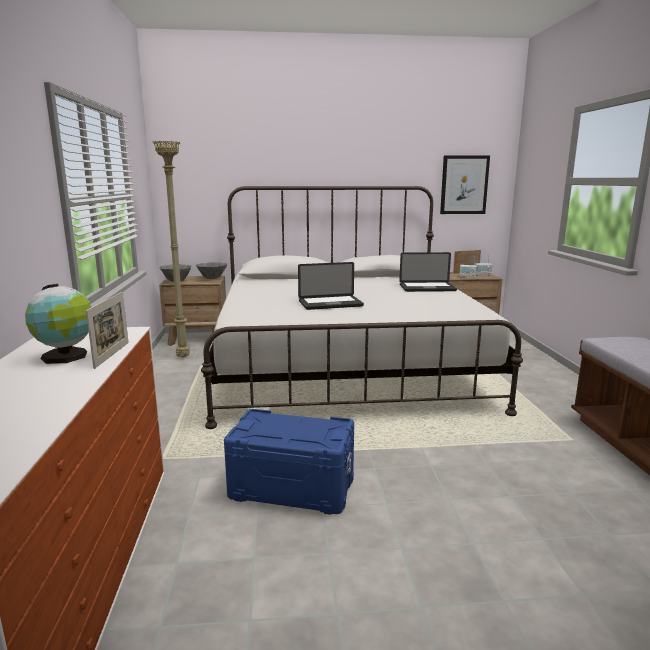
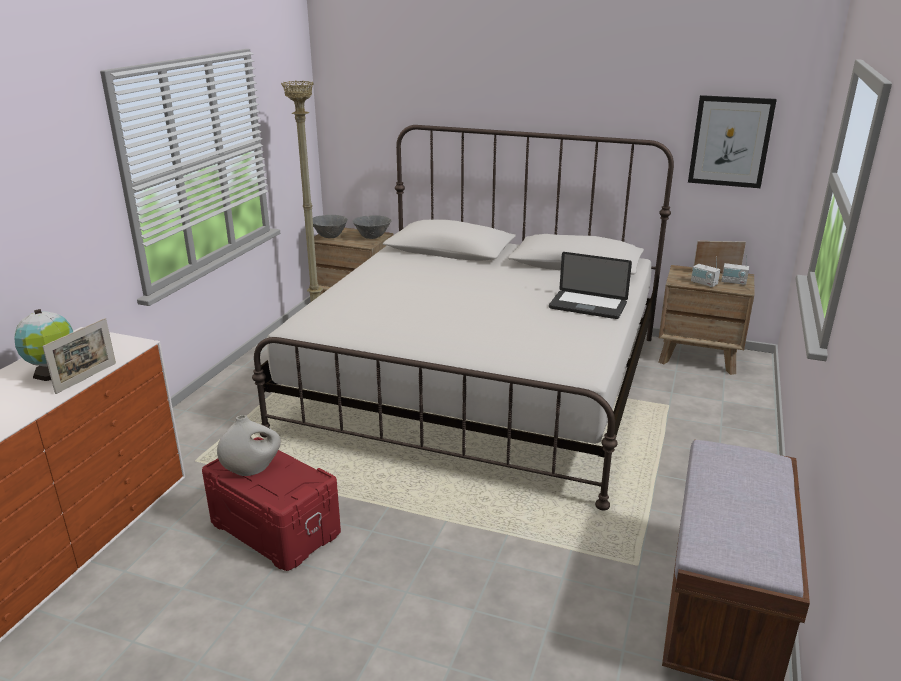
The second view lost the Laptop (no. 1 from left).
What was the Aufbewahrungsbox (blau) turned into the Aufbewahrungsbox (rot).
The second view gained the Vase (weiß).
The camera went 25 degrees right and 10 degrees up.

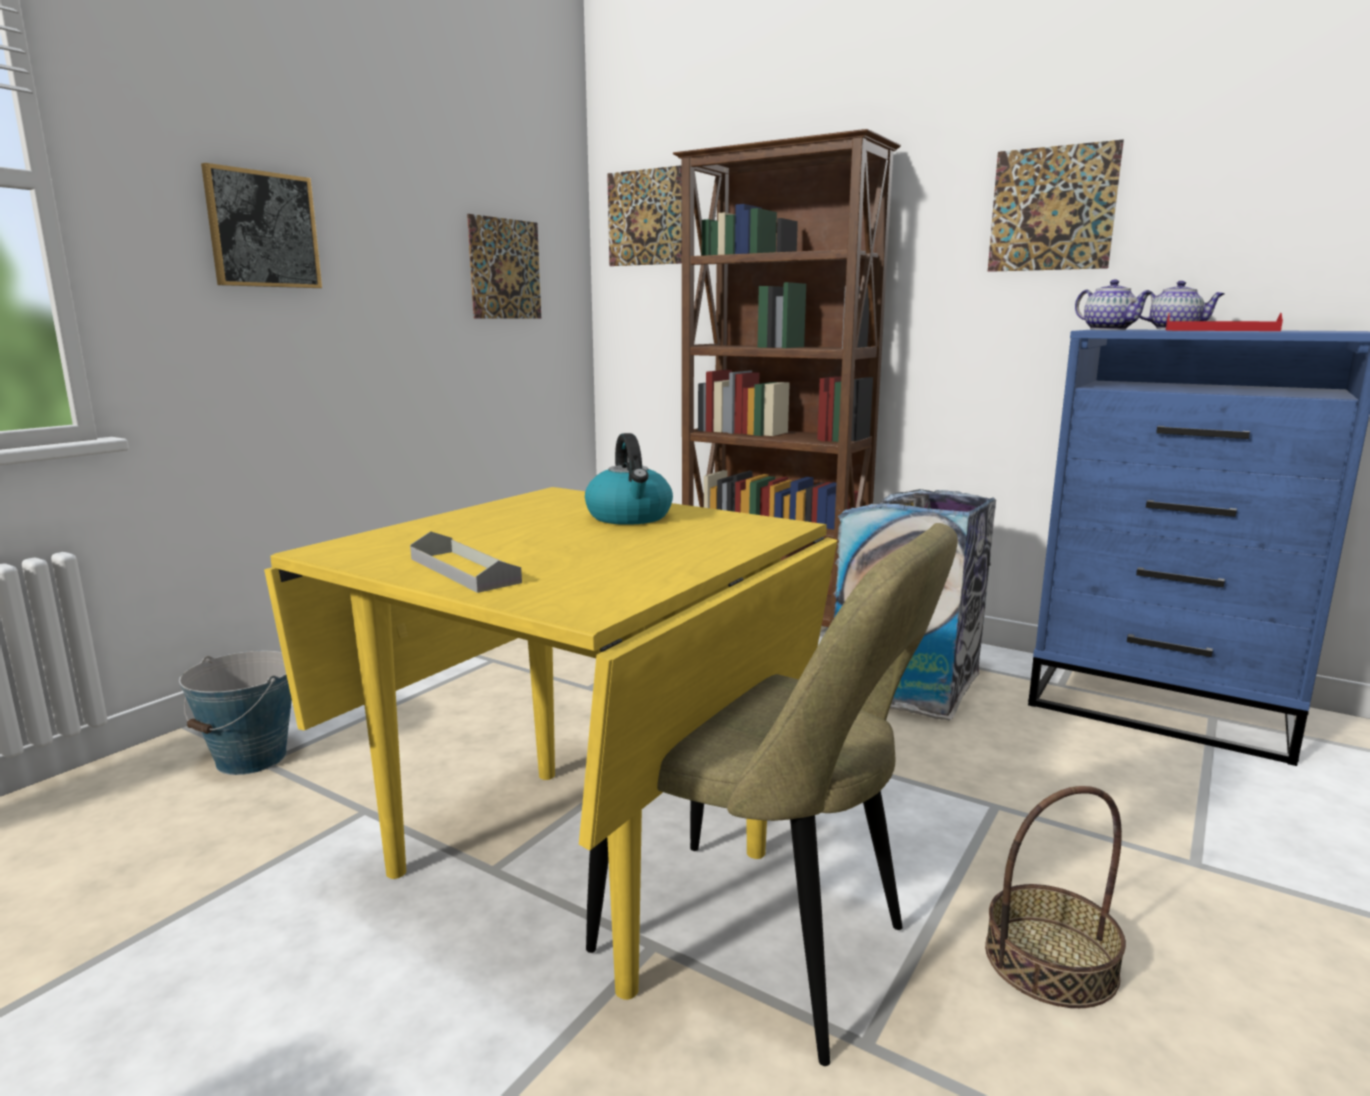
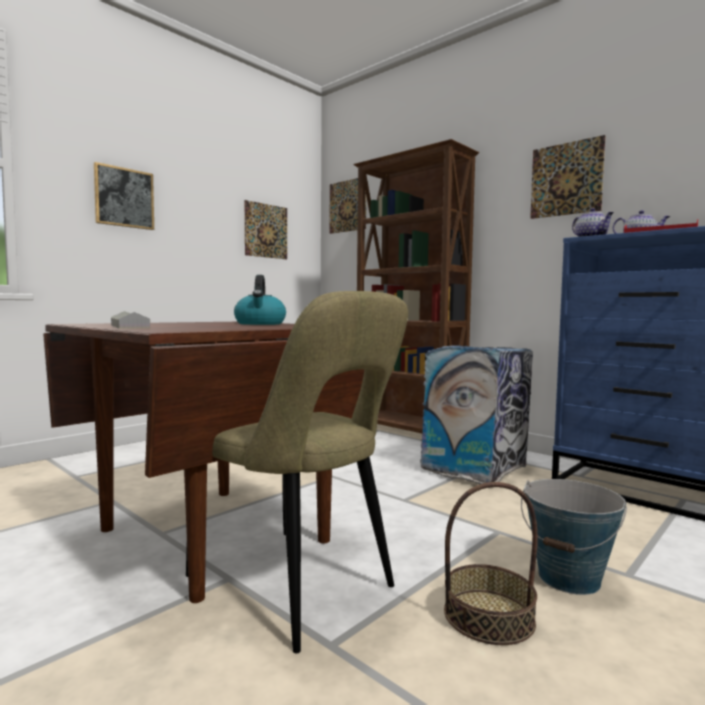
What was the Esstisch (gelb) turned into the Esstisch (braun).
The Eimer ended up elsewhere.
The camera went 10 degrees right and 10 degrees down.

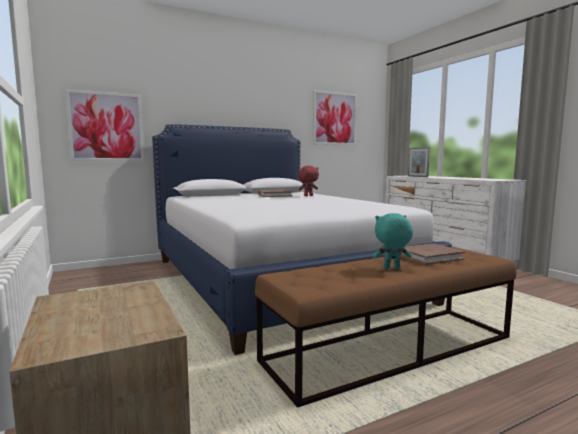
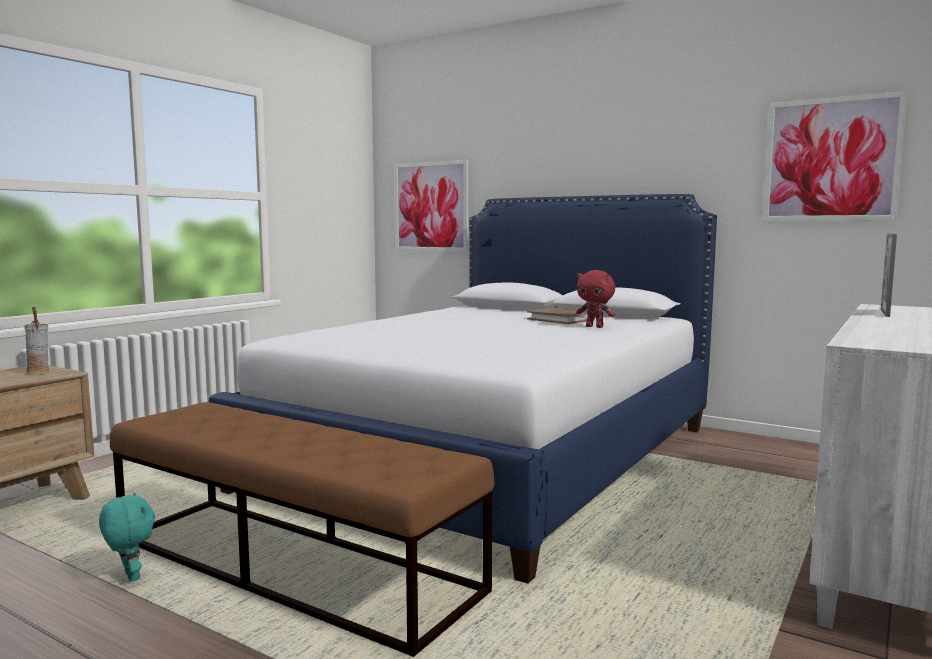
The Plüschtier (türkis) ended up elsewhere.
The second view lost the Buch (braun) (no. 2 from left).
The second view gained the Vase.
The camera went 60 degrees right and 0 degrees up.

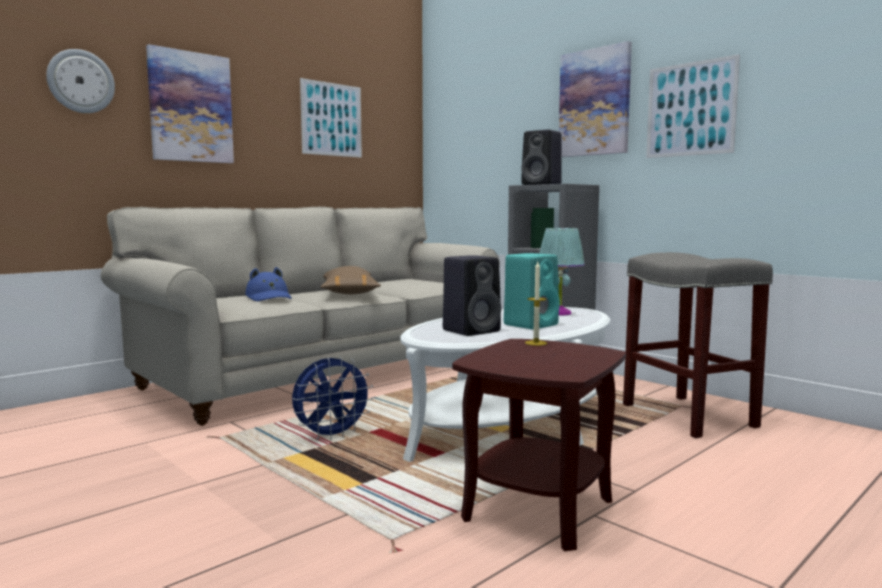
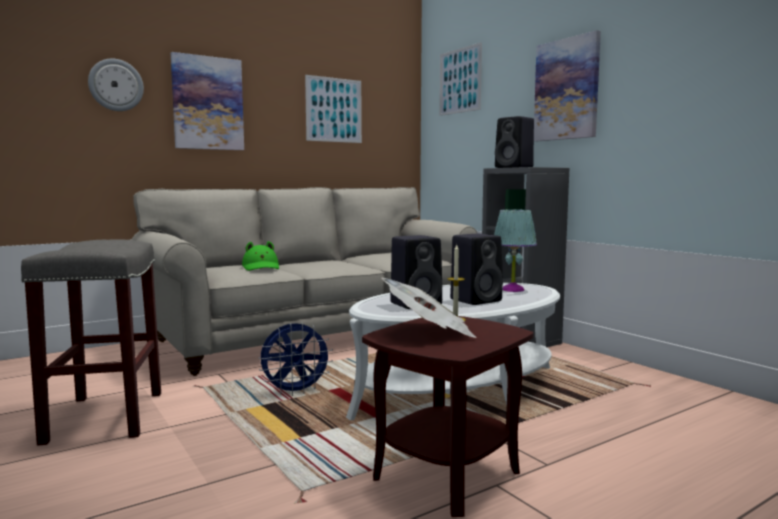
The Bild (no. 4 from left in the first image) ended up elsewhere.
The Hocker (grau) ended up elsewhere.
What was the Lautsprecher (türkis) turned into the Lautsprecher (schwarz) (no. 2 from left).
The second view lost the Kissen (braun).
What was the Hut (blau) turned into the Hut (grün).
The second view gained the Zeitung.
The camera went 10 degrees right and 0 degrees up.

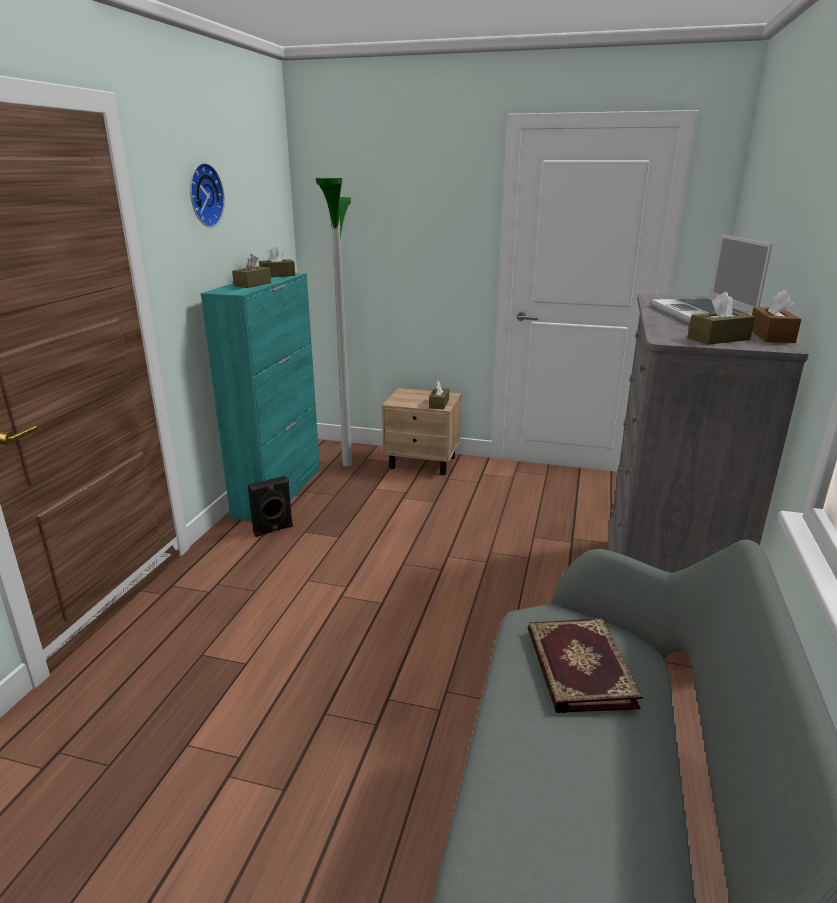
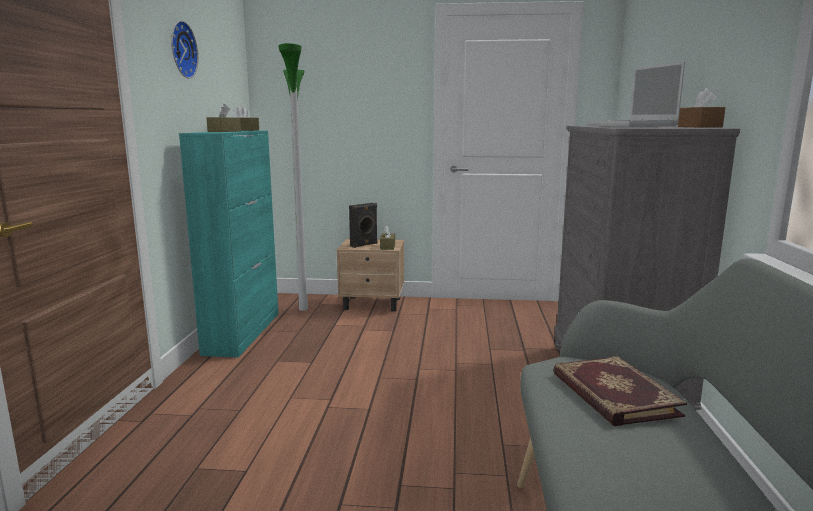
The second view lost the Taschentuchbox (braun) (no. 4 from left).
The Lautsprecher (schwarz) ended up elsewhere.
The camera went 10 degrees left and 10 degrees down.

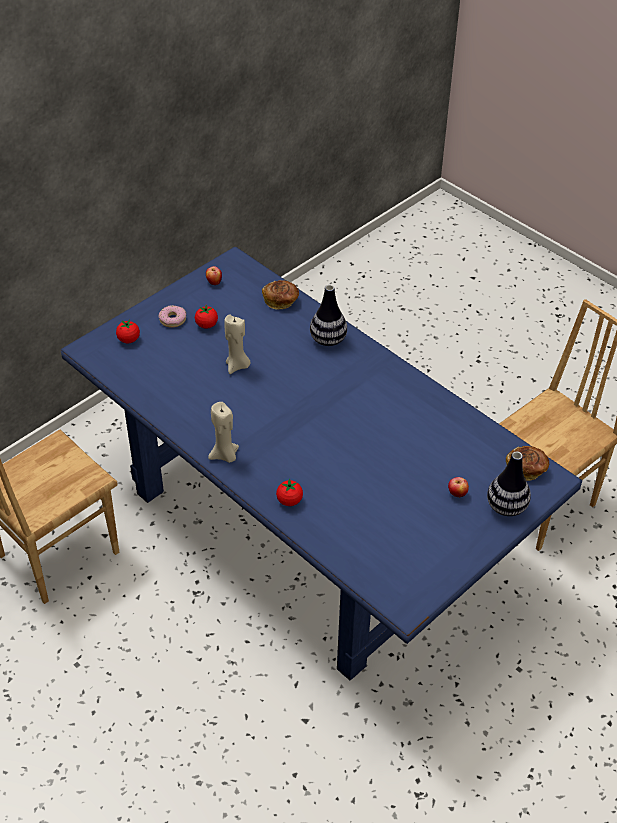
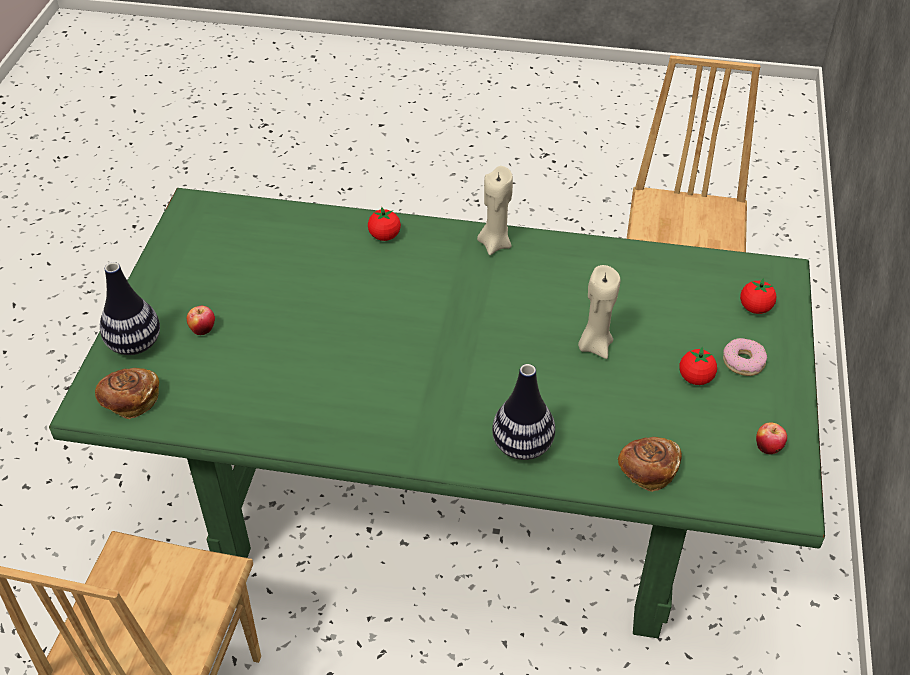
What was the Esstisch (blau) turned into the Esstisch (grün).
The camera went 145 degrees right and 0 degrees up.

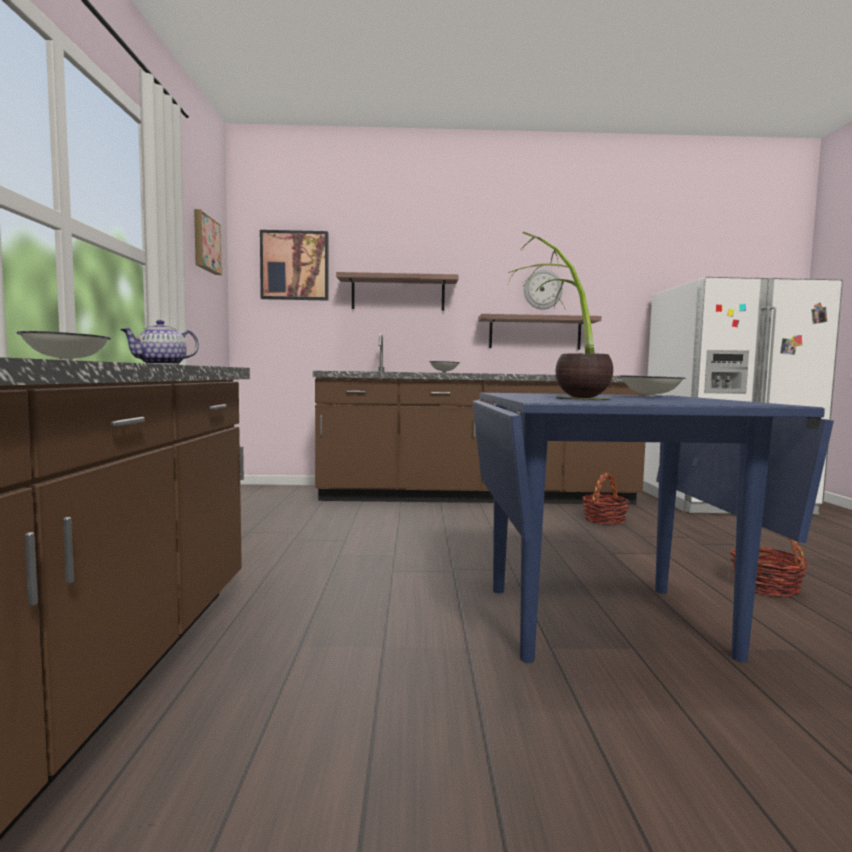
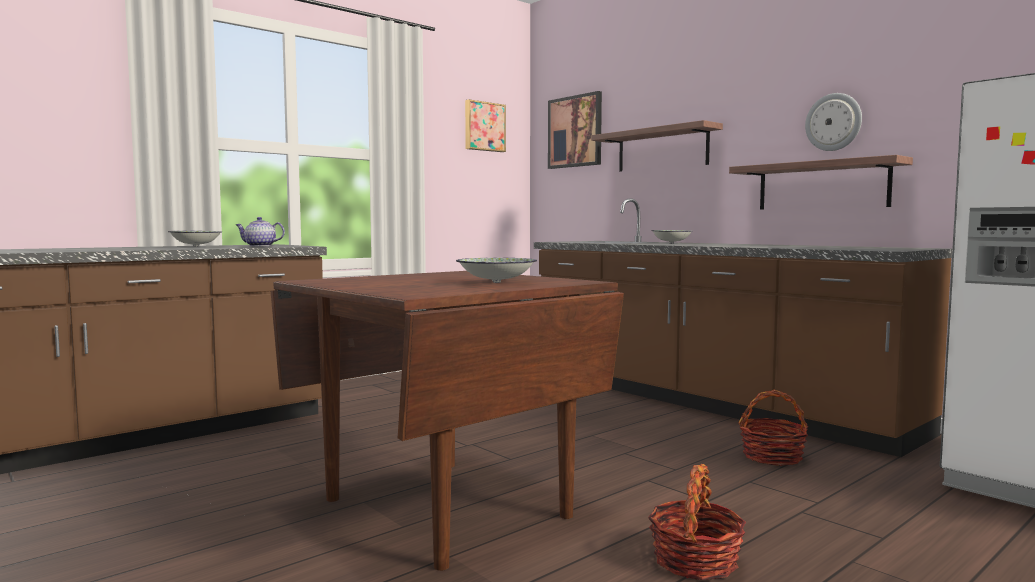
The second view lost the Topfpflanze.
What was the Esstisch (blau) turned into the Esstisch (braun).
The camera went 50 degrees right and 0 degrees up.

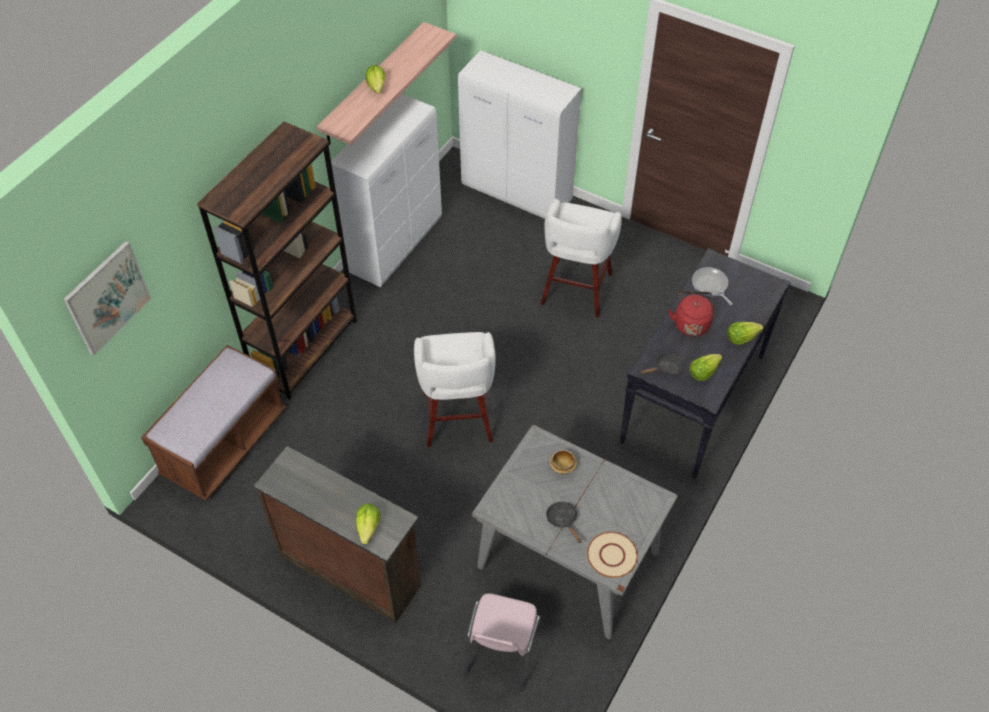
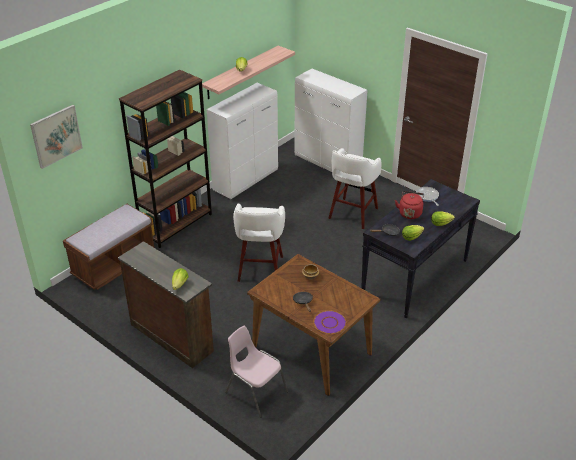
What was the Esstisch (grau) turned into the Esstisch (braun).
What was the Teller (beige) turned into the Teller (lila).
The Stuhl (rosa) ended up facing another way, 105 degrees clockwise from before.
The camera went 10 degrees right and 15 degrees down.

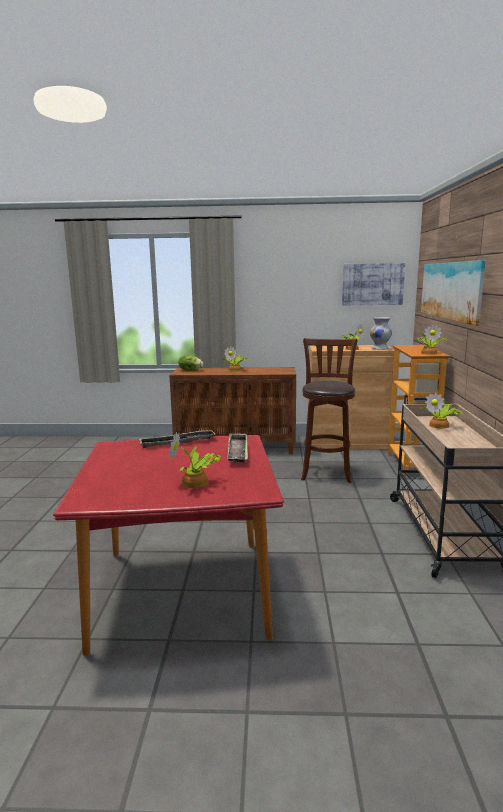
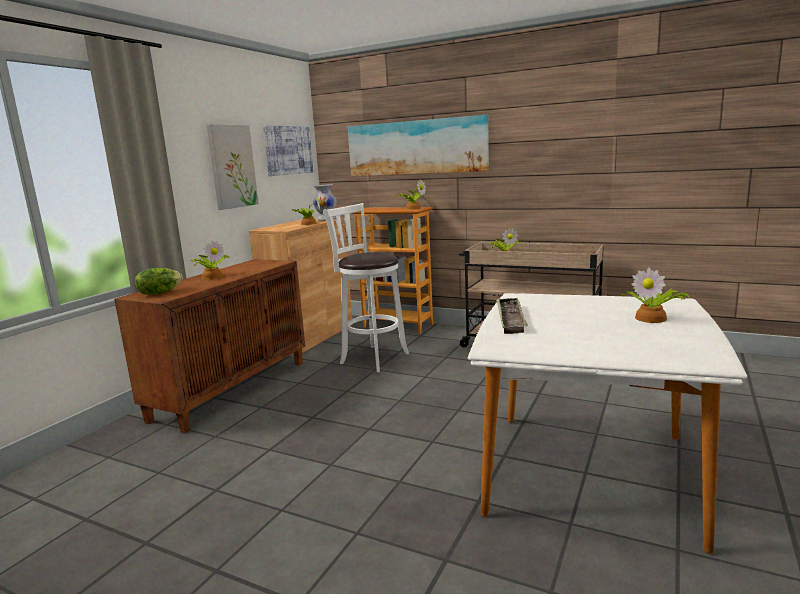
What was the Hocker (braun) turned into the Hocker (weiß).
The second view lost the Tablett (no. 2 from left).
What was the Esstisch (rot) turned into the Esstisch (weiß).
The second view gained the Bild (no. 1 from left).
The camera went 65 degrees left and 0 degrees up.

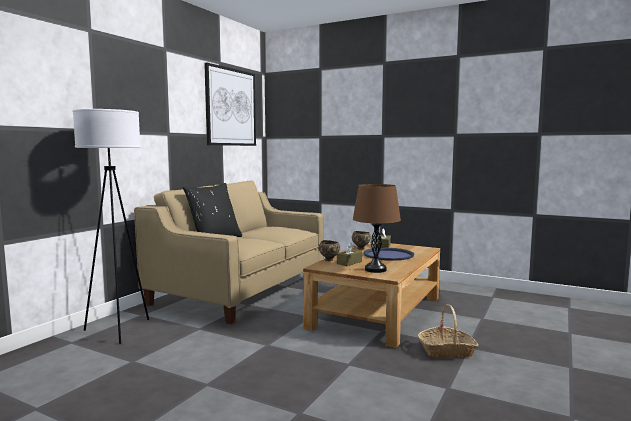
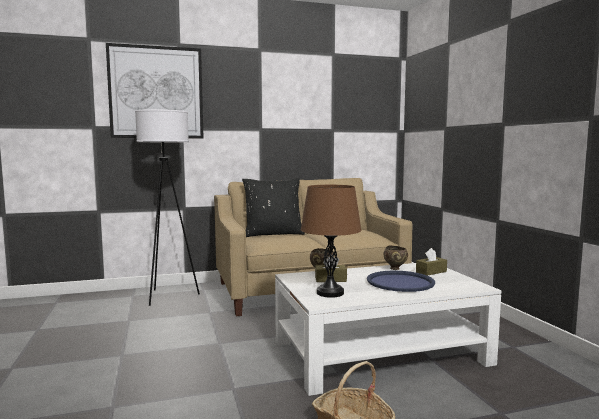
The Bild ended up elsewhere.
What was the Couchtisch (braun) turned into the Couchtisch (weiß).
The camera went 45 degrees right and 0 degrees up.

